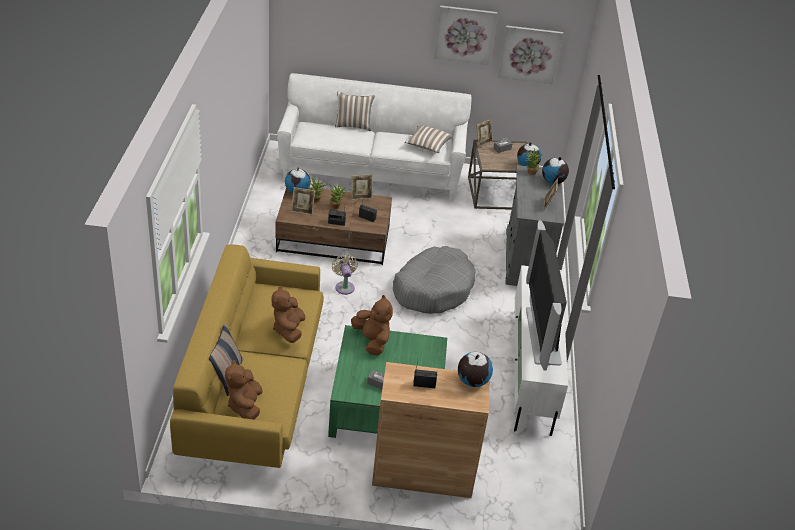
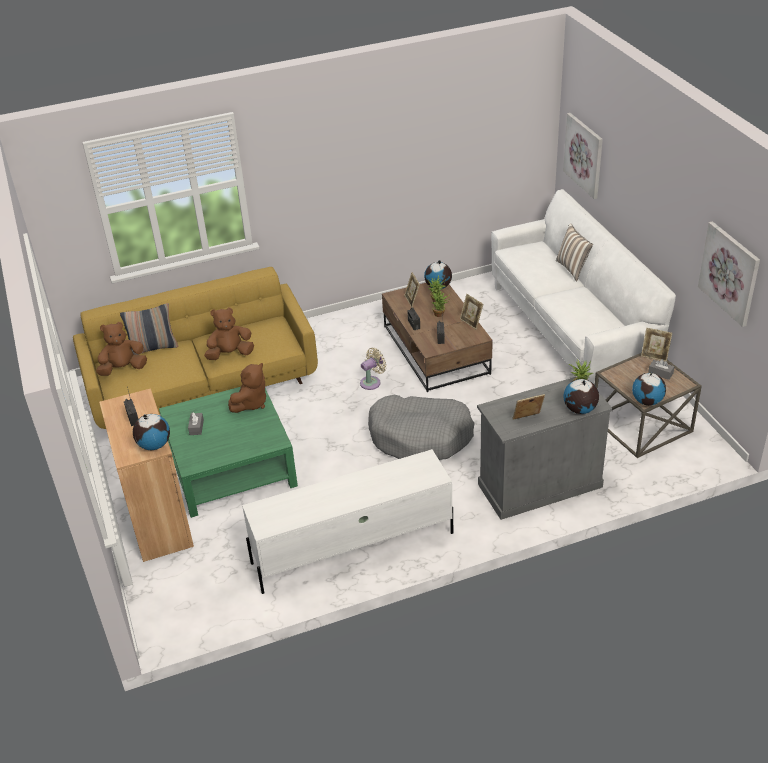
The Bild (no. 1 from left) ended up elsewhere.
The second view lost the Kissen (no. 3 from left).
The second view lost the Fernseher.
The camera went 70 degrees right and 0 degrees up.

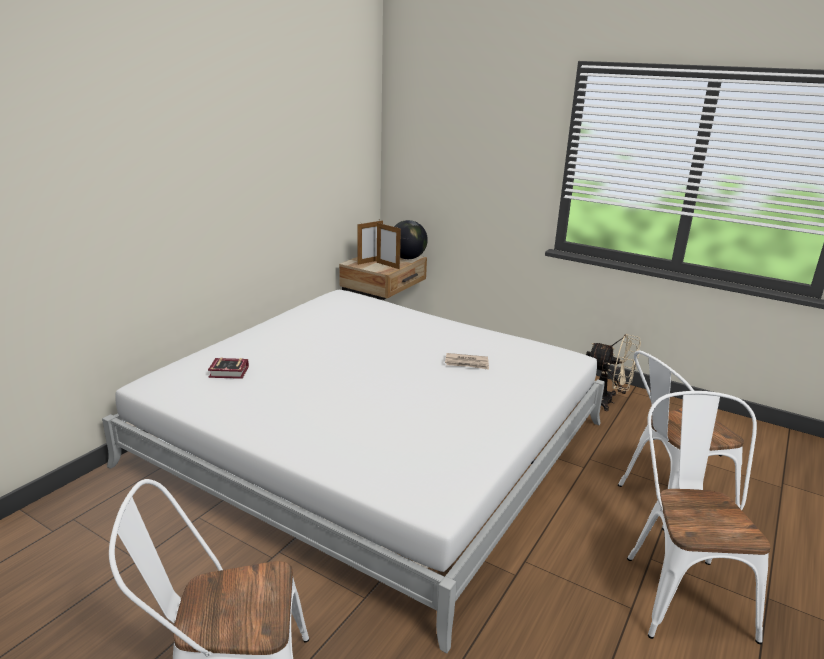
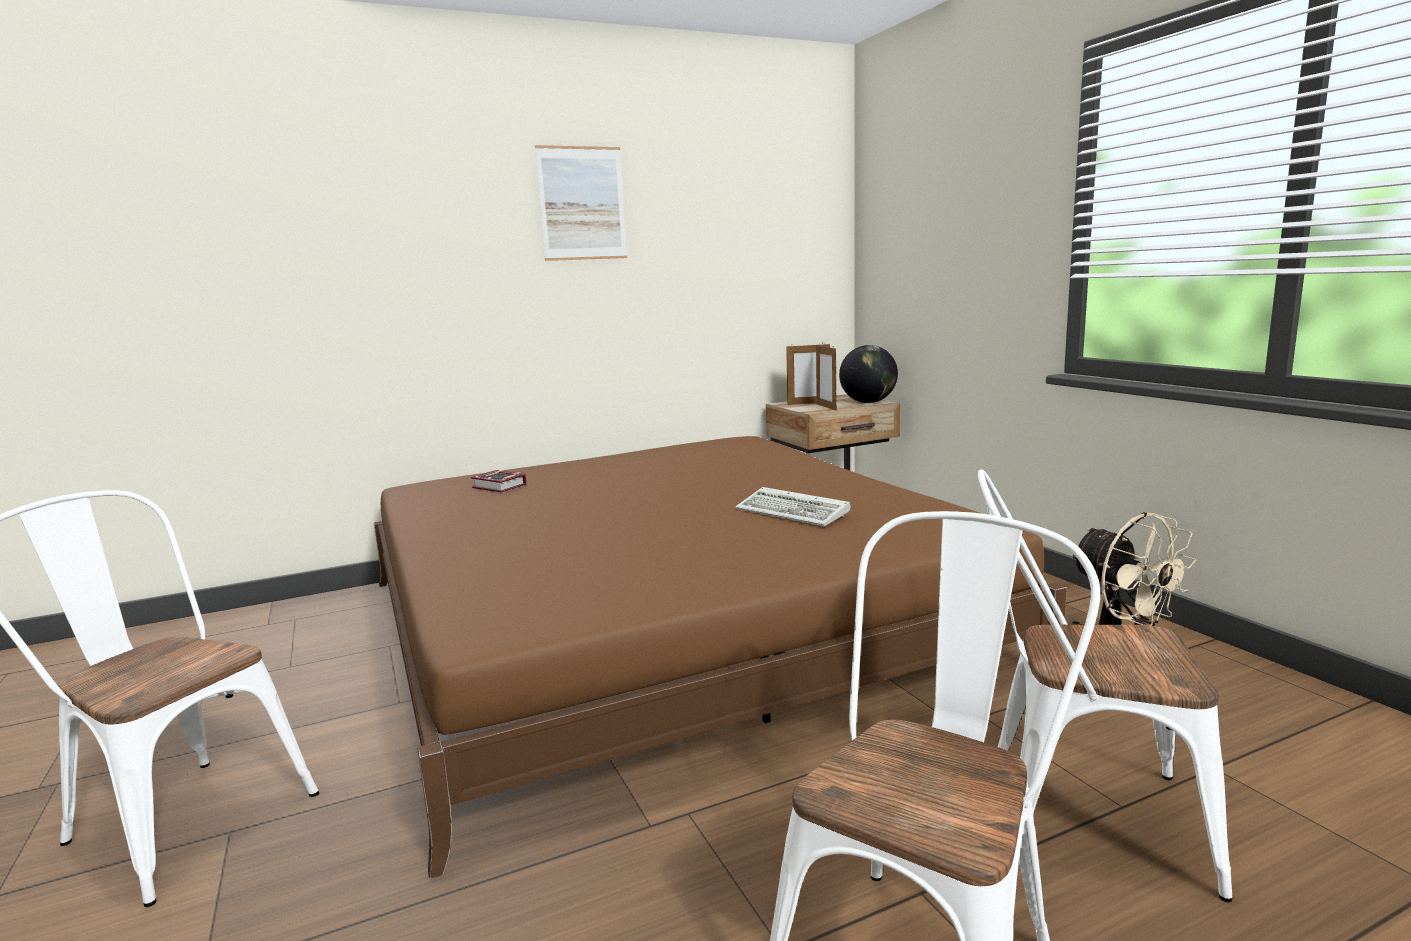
What was the Bett (weiß) turned into the Bett (braun).
Where the Zeitung stood, the Tastatur came to stand.
The second view gained the Bild.
The camera went 35 degrees right and 10 degrees down.

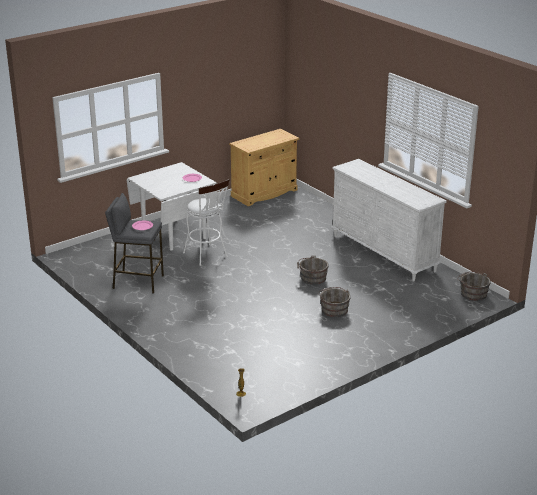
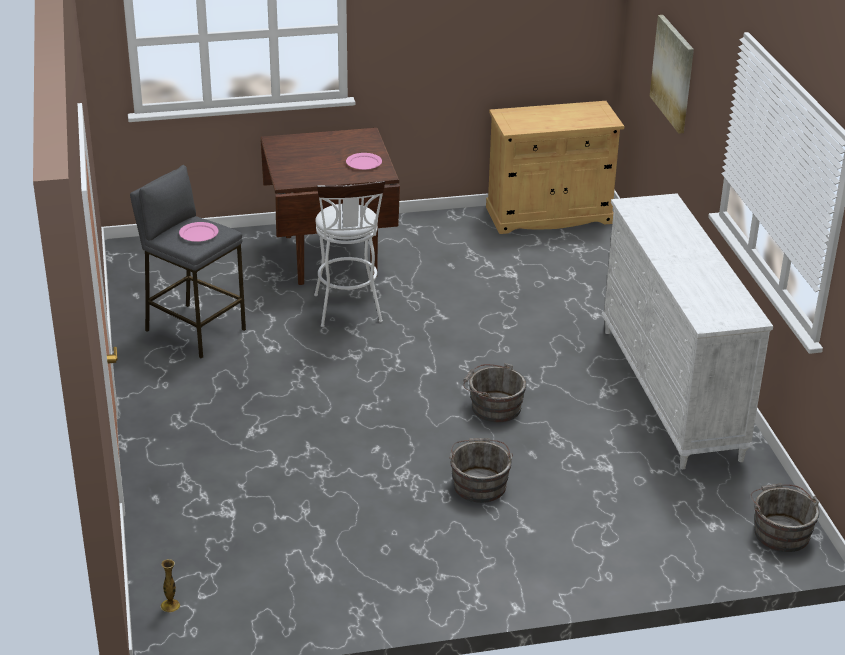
What was the Esstisch (weiß) turned into the Esstisch (braun).
The second view gained the Bild.
The camera went 25 degrees right and 5 degrees up.

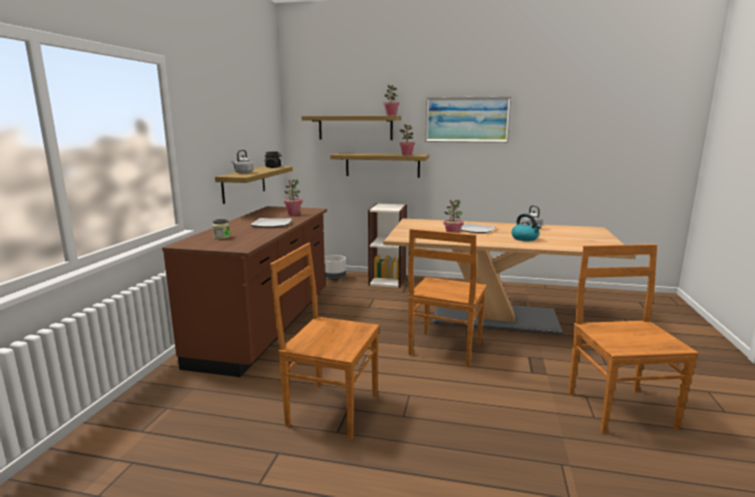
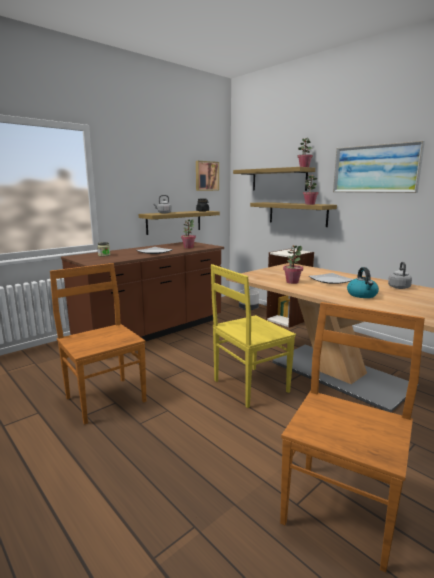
What was the Stuhl (braun) (no. 2 from left) turned into the Stuhl (gelb).
The second view gained the Bild (no. 1 from left).
The camera went 35 degrees right and 0 degrees up.

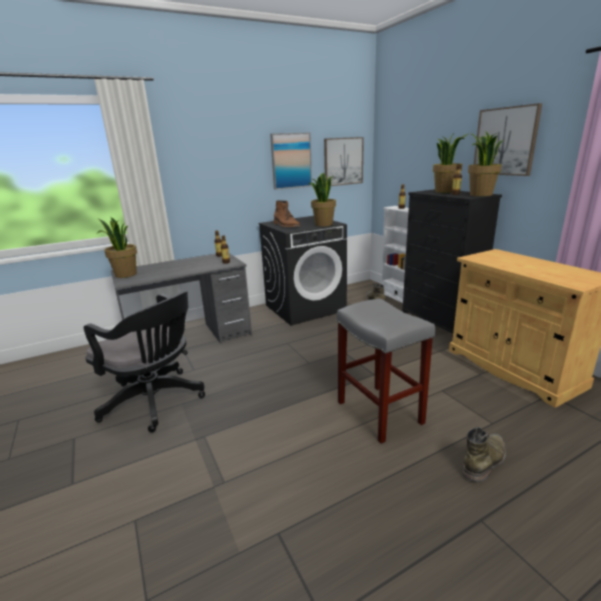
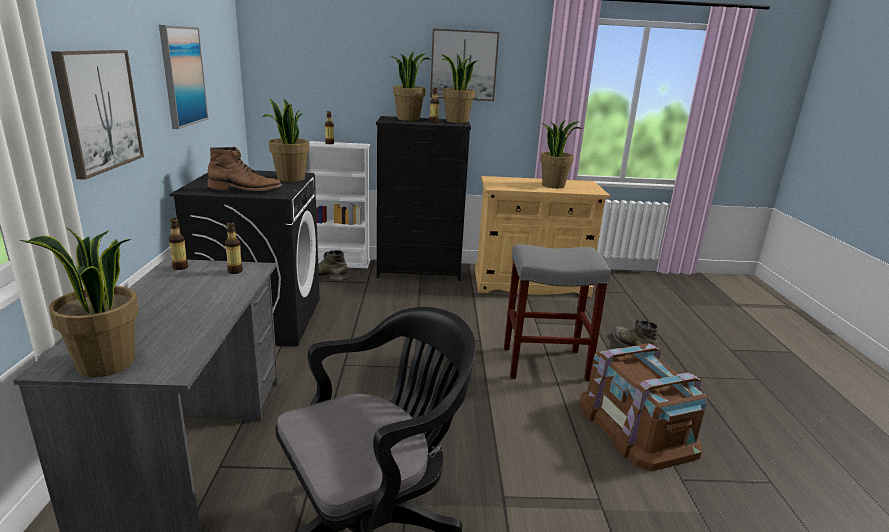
The Bild (no. 2 from left in the first image) ended up elsewhere.
The second view gained the Topfpflanze (no. 5 from left).
The second view gained the Aufbewahrungsbox (braun).
The camera went 65 degrees left and 0 degrees up.

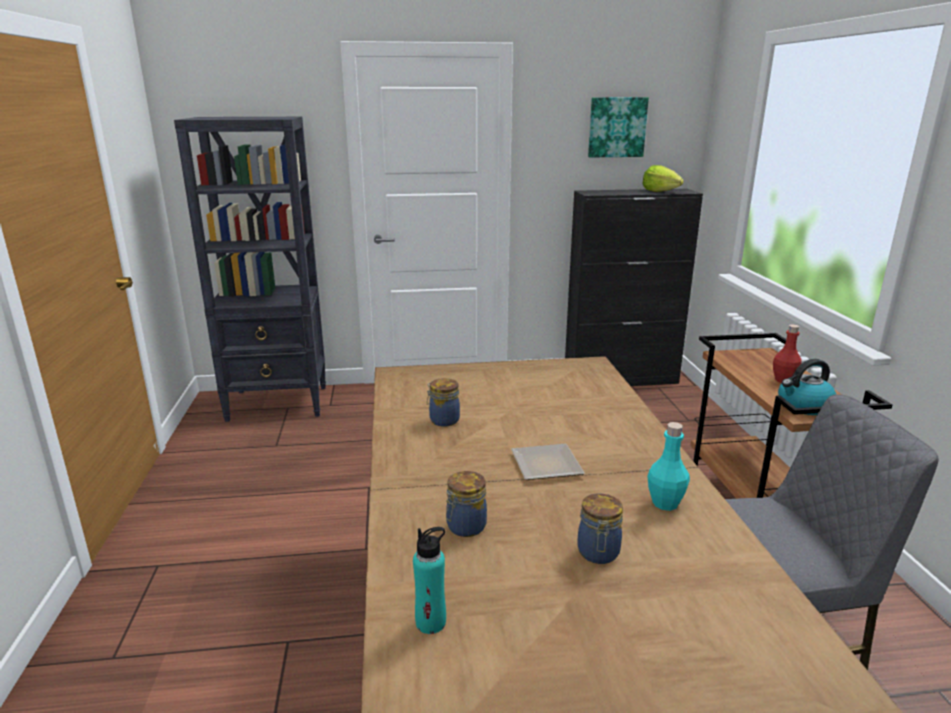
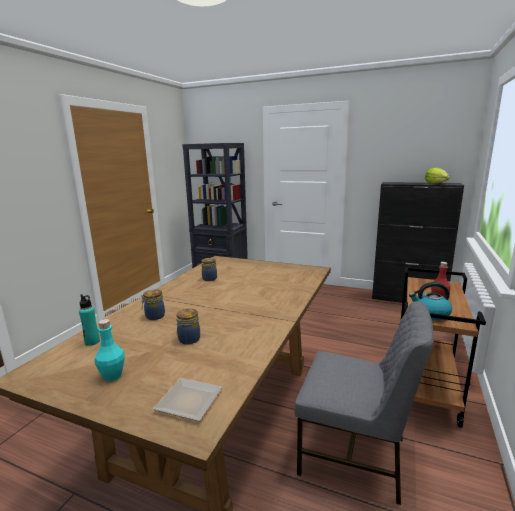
The second view lost the Bild.
The Flasche (türkis) (no. 2 from left) ended up elsewhere.
The Teller ended up elsewhere.
The camera went 30 degrees right and 5 degrees down.

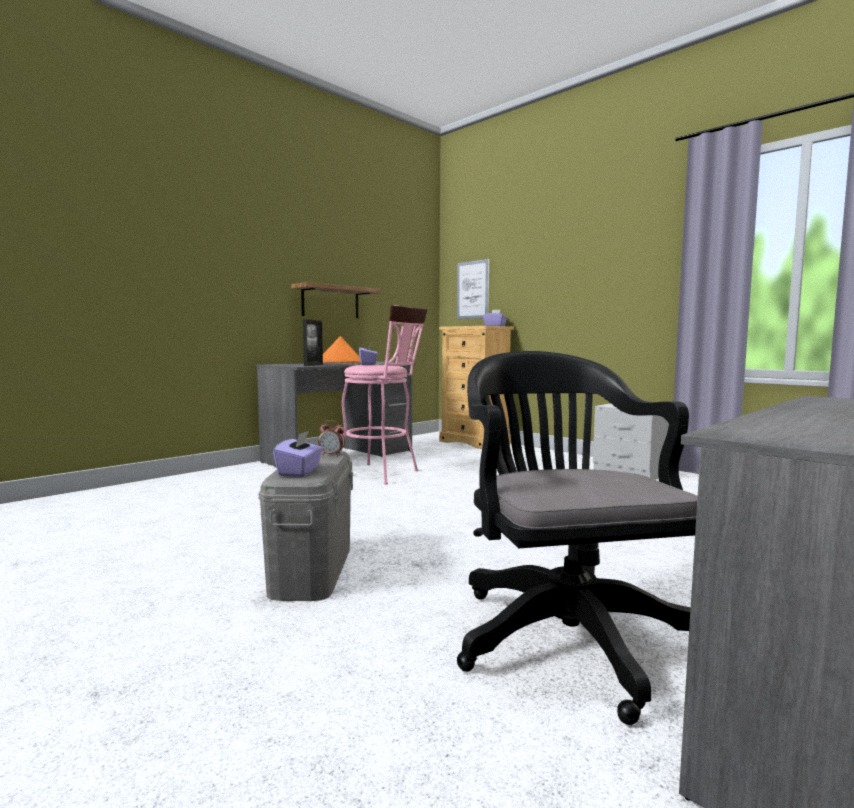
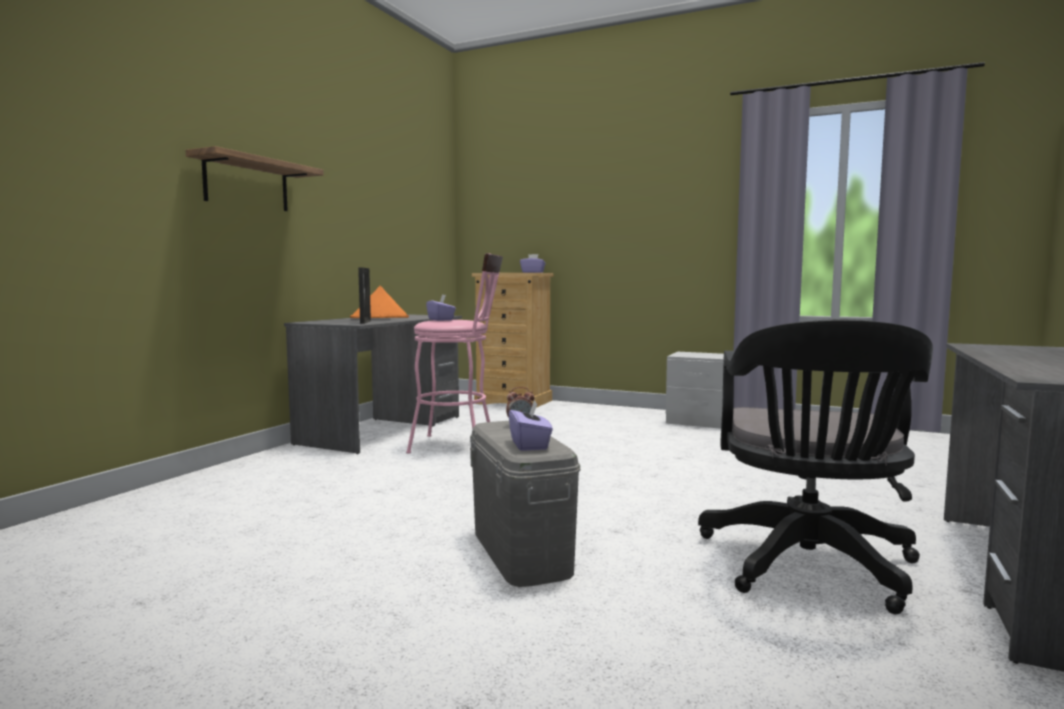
The second view lost the Bild.
The Wandregal ended up elsewhere.
The Bürostuhl (schwarz) ended up facing another way, 135 degrees counterclockwise from before.
The camera went 20 degrees left and 0 degrees up.

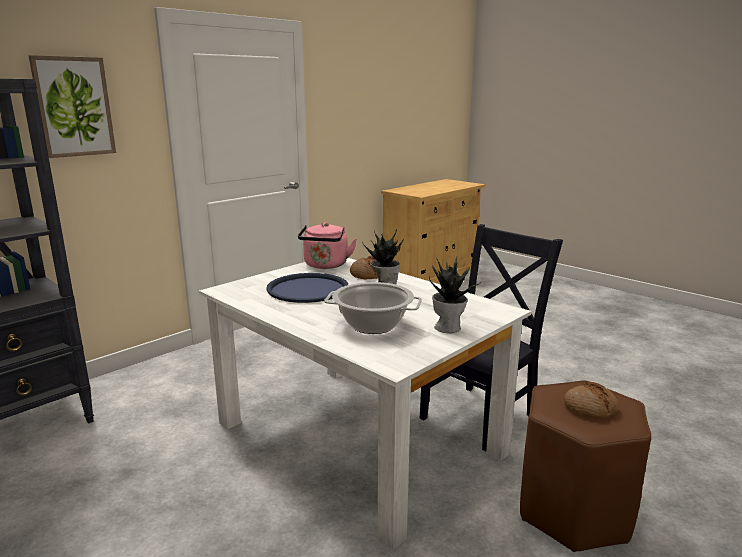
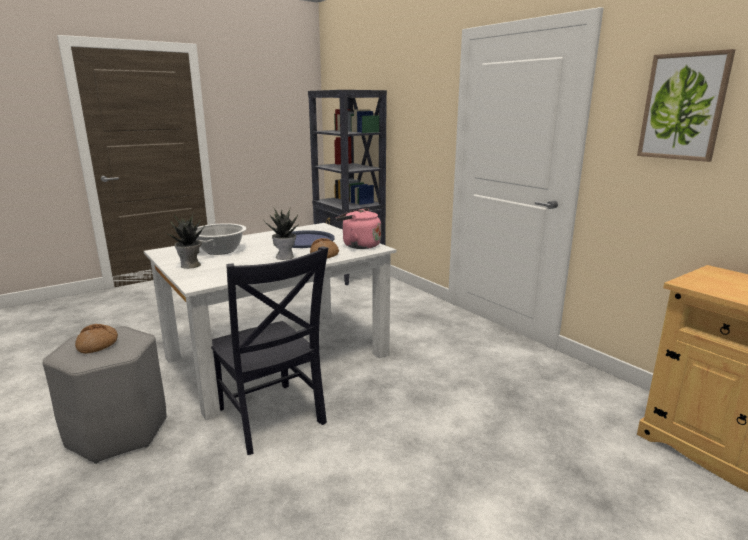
The Bild ended up elsewhere.
What was the Hocker (braun) turned into the Hocker (grau).
The camera went 100 degrees right and 0 degrees up.

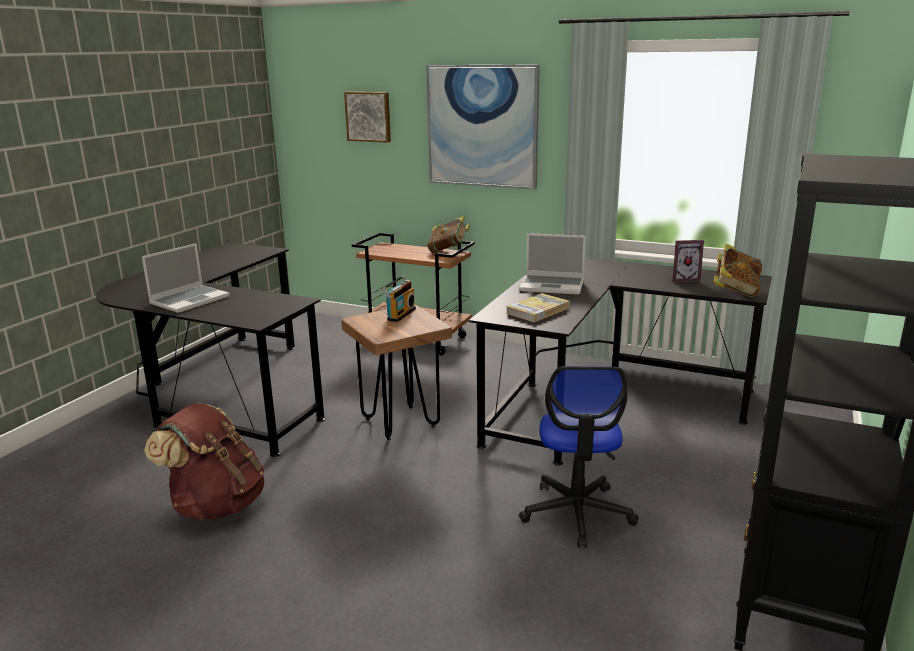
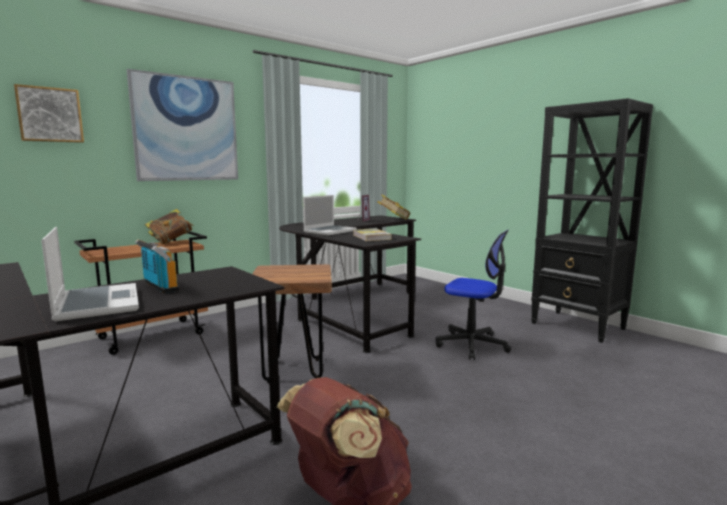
The Radio ended up elsewhere.
The camera went 65 degrees left and 10 degrees down.

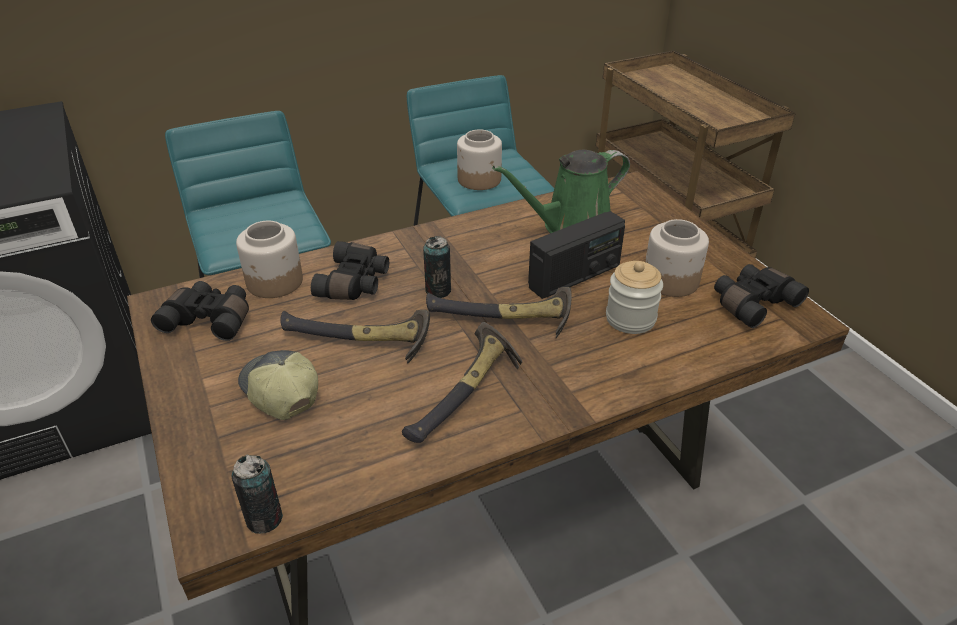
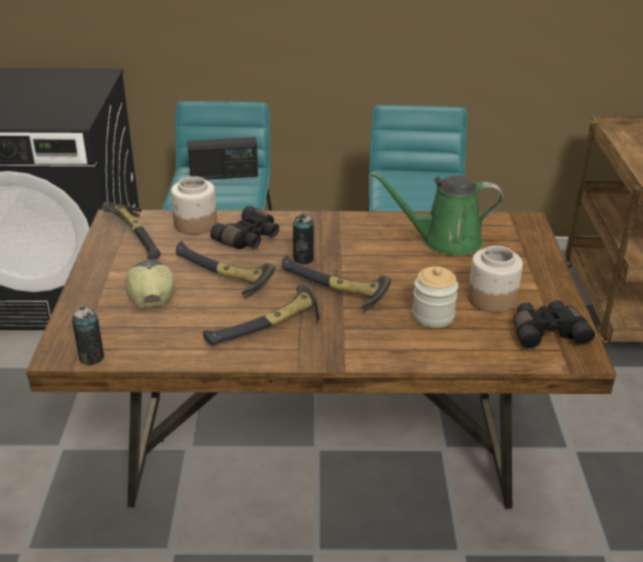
The second view lost the Vorratsglas (no. 2 from left).
The Radio ended up elsewhere.
Where the Fernglas (schwarz) (no. 1 from left) stood, the Hammer (no. 1 from left) came to stand.
The camera went 25 degrees right and 5 degrees down.

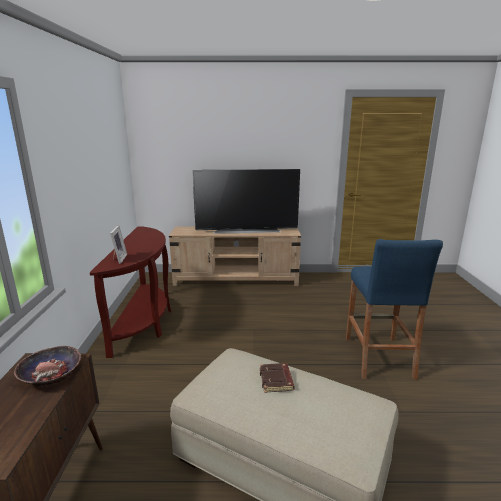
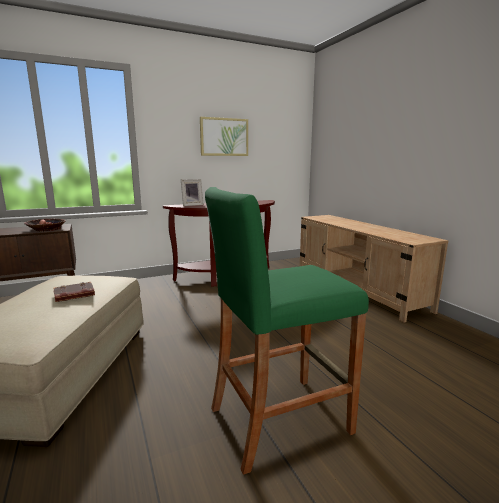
The second view lost the Fernseher.
What was the Hocker (blau) turned into the Hocker (grün).
The second view gained the Bild.
The camera went 65 degrees right and 5 degrees down.

